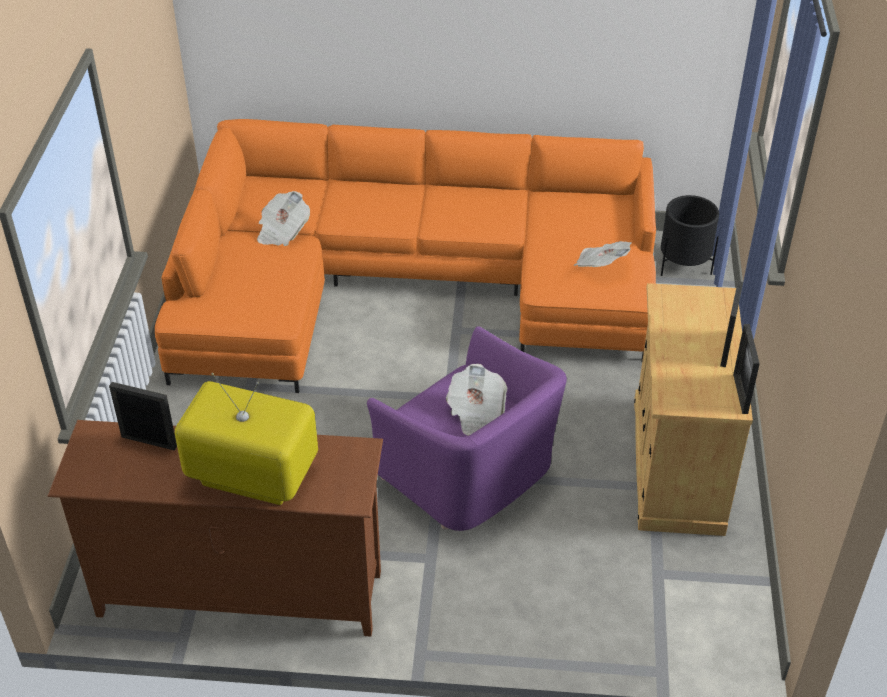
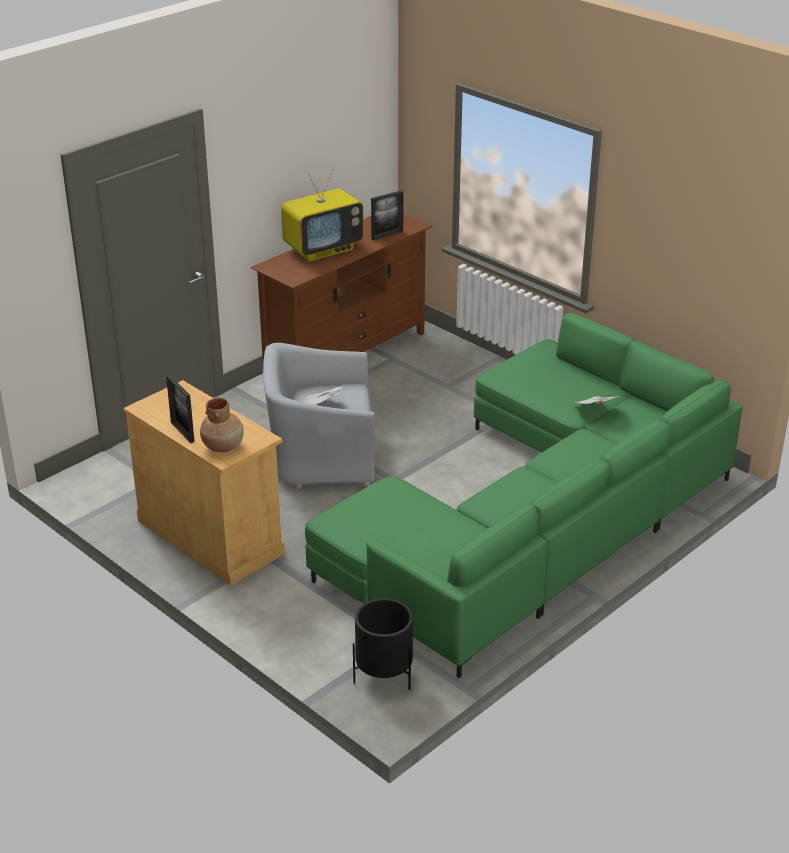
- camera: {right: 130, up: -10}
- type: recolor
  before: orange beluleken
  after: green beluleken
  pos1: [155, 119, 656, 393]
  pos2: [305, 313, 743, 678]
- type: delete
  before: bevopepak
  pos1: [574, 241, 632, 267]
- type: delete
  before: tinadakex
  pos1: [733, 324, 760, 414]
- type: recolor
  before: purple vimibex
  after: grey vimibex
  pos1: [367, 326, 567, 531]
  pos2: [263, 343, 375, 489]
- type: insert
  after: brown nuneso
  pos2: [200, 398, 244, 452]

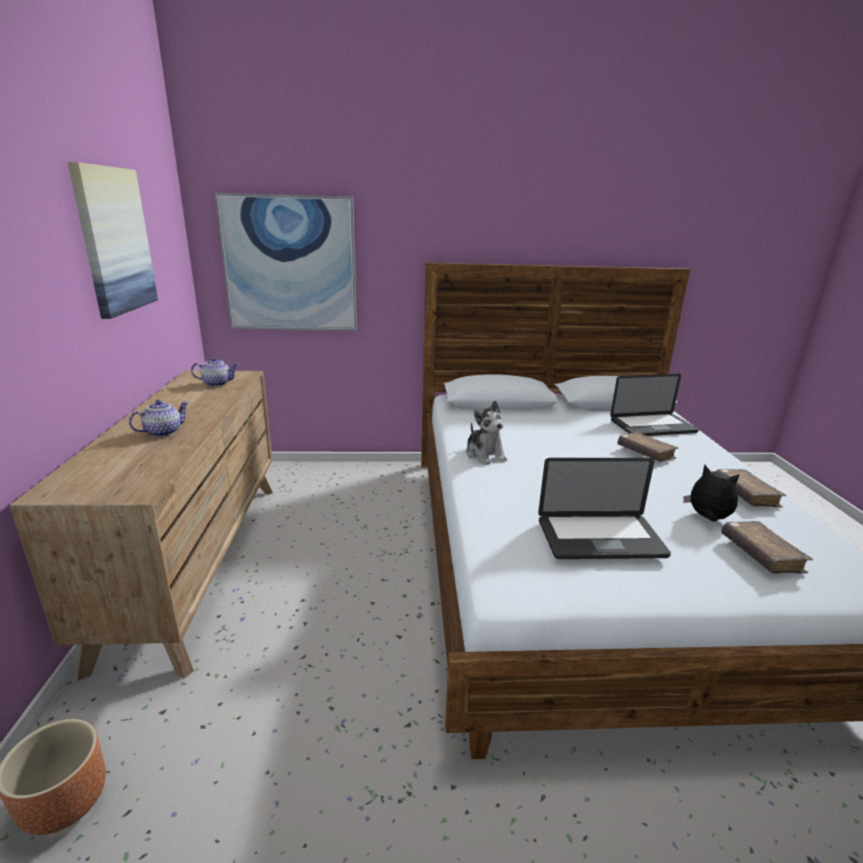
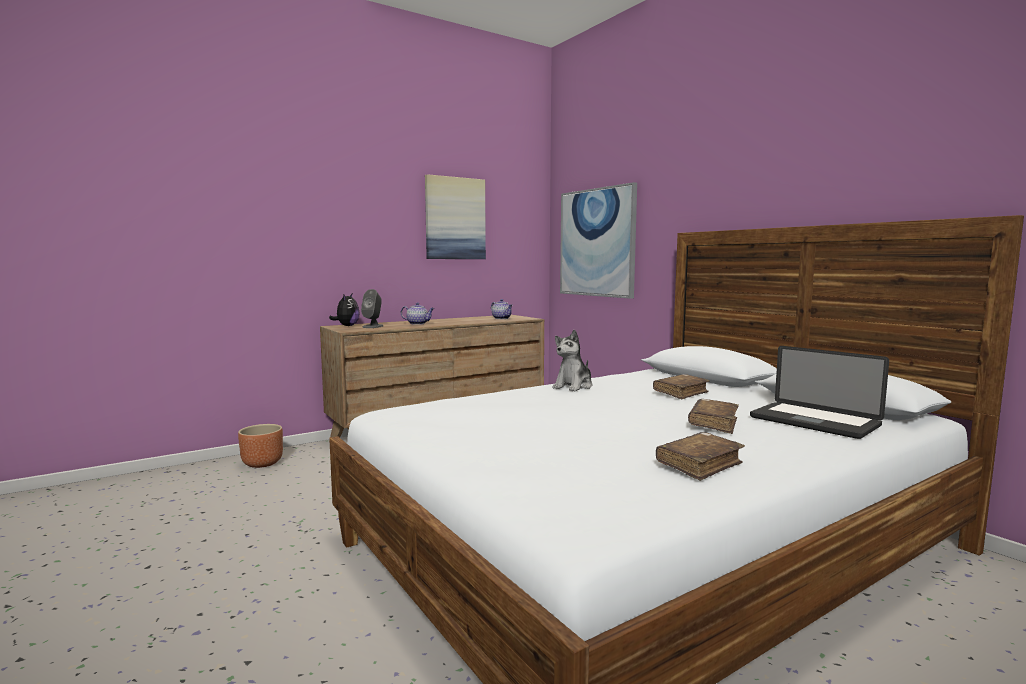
- camera: {right: 60, up: -15}
- type: delete
  before: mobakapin
  pos1: [538, 458, 671, 559]
- type: move
  before: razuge
  pos1: [683, 465, 740, 522]
  pos2: [329, 294, 360, 326]
- type: move
  before: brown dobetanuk
  pos1: [722, 521, 813, 574]
  pos2: [653, 374, 710, 399]
- type: insert
  after: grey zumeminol
  pos2: [361, 289, 383, 328]

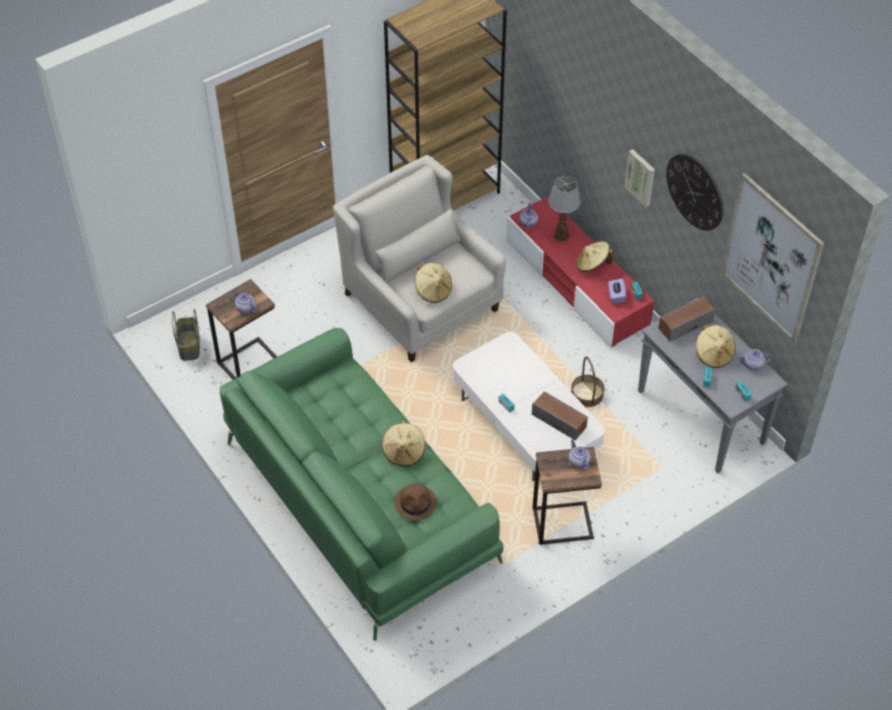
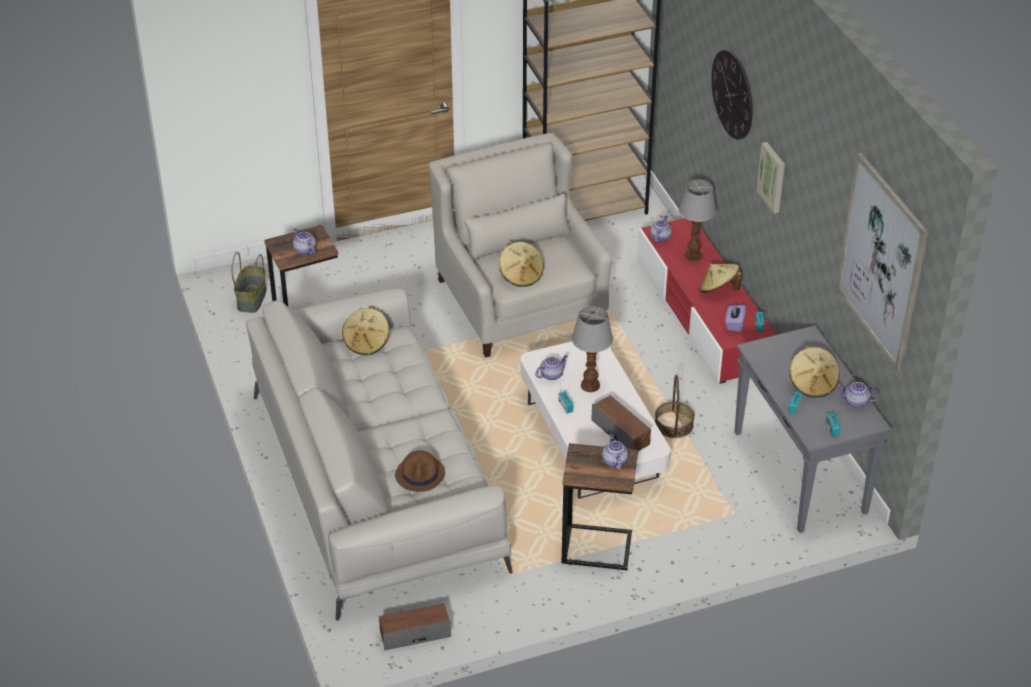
- camera: {right: 15, up: -10}
- type: move
  before: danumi
  pos1: [666, 154, 723, 231]
  pos2: [711, 50, 753, 140]
- type: move
  before: zumeminol
  pos1: [658, 297, 715, 342]
  pos2: [379, 603, 451, 650]
- type: recolor
  before: green beluleken
  after: white beluleken
  pos1: [220, 328, 504, 641]
  pos2: [246, 288, 513, 621]
- type: move
  before: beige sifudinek
  pos1: [381, 421, 425, 467]
  pos2: [342, 306, 389, 355]
- type: insert
  after: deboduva
  pos2: [572, 306, 613, 392]
- type: insert
  after: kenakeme
  pos2: [535, 355, 568, 380]

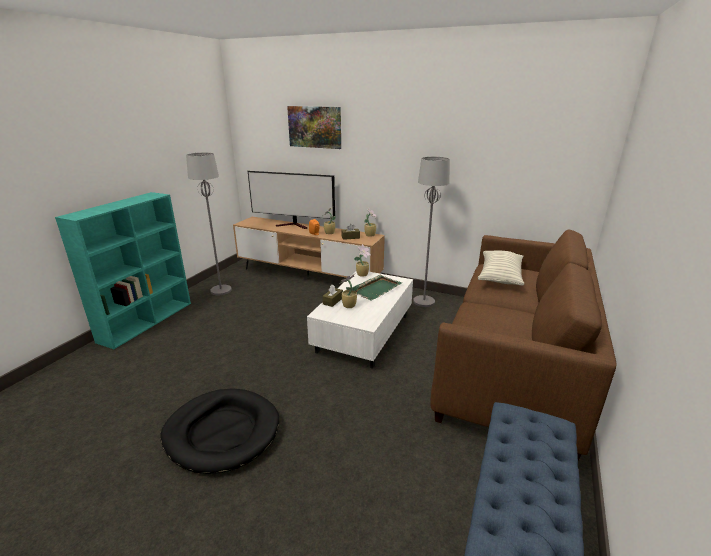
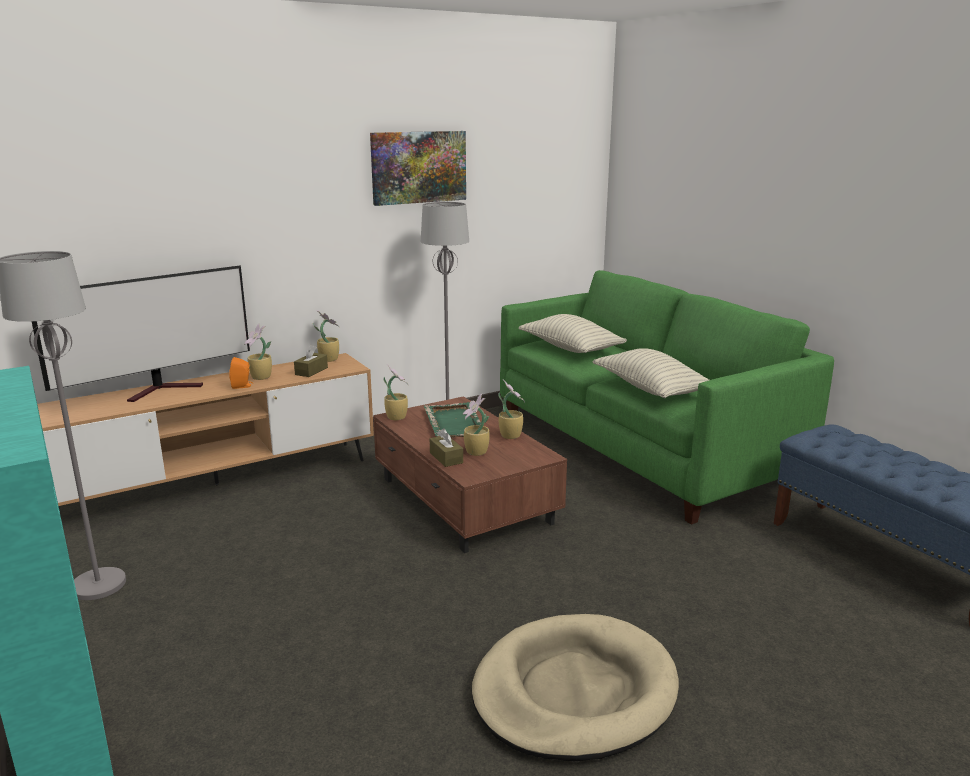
- camera: {right: -55, up: -5}
- type: move
  before: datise
  pos1: [287, 106, 341, 149]
  pos2: [370, 131, 466, 206]
- type: recolor
  before: brown beluleken
  after: green beluleken
  pos1: [430, 229, 616, 460]
  pos2: [500, 270, 834, 525]
- type: recolor
  before: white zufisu
  after: brown zufisu
  pos1: [307, 271, 413, 369]
  pos2: [373, 396, 567, 553]
- type: recolor
  before: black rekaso
  after: beige rekaso
  pos1: [160, 388, 279, 474]
  pos2: [472, 614, 679, 761]
- type: insert
  after: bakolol
  pos2: [593, 348, 709, 398]
- type: insert
  after: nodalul
  pos2: [498, 379, 525, 439]

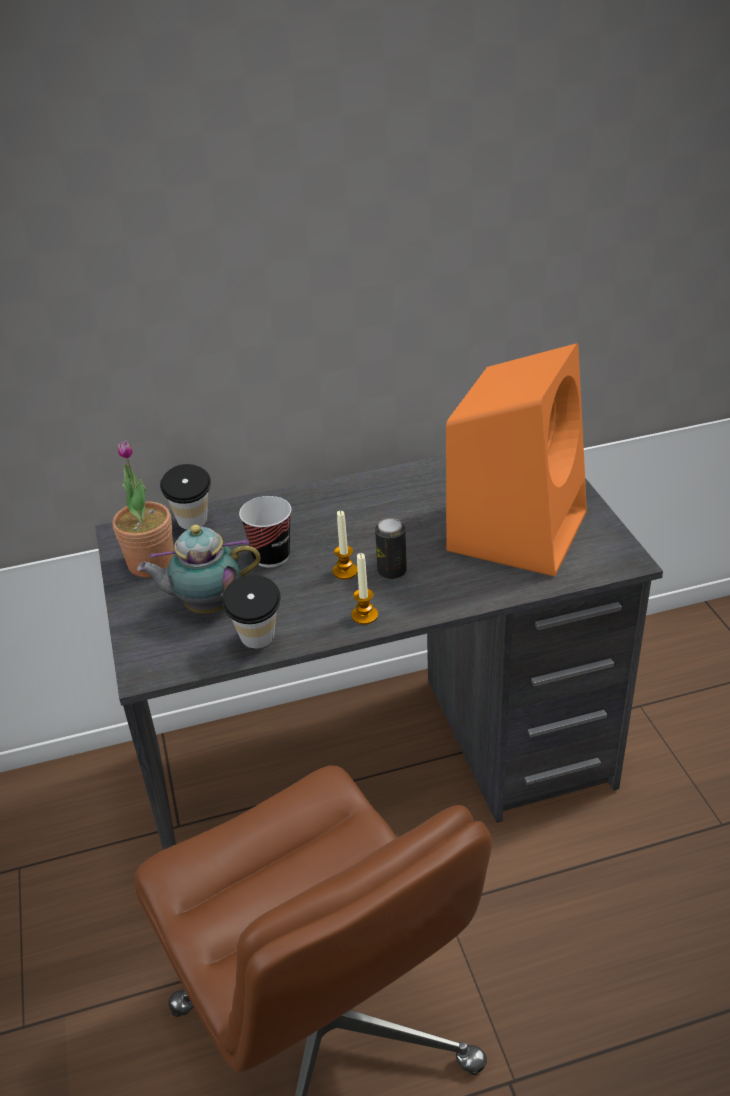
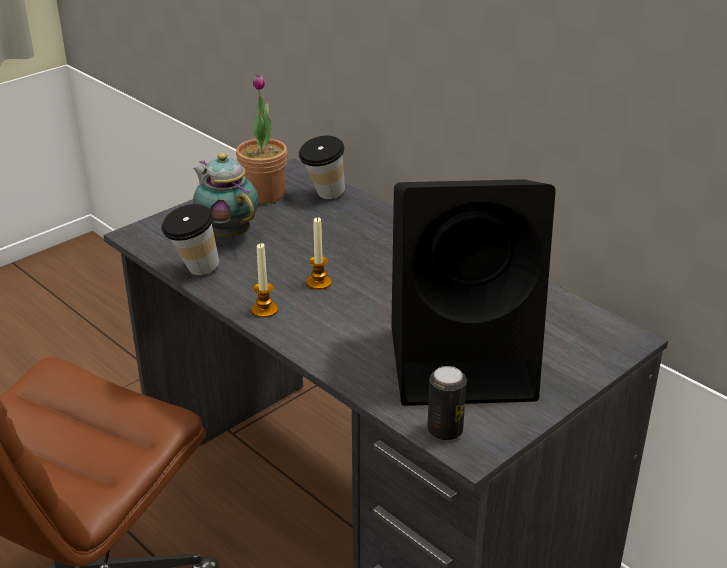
- camera: {right: 60, up: -5}
- type: recolor
  before: orange zumeminol
  after: black zumeminol
  pos1: [446, 343, 587, 577]
  pos2: [391, 179, 556, 406]
- type: delete
  before: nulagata
  pos1: [239, 496, 291, 567]
- type: move
  before: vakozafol
  pos1: [375, 518, 407, 579]
  pos2: [427, 366, 467, 441]

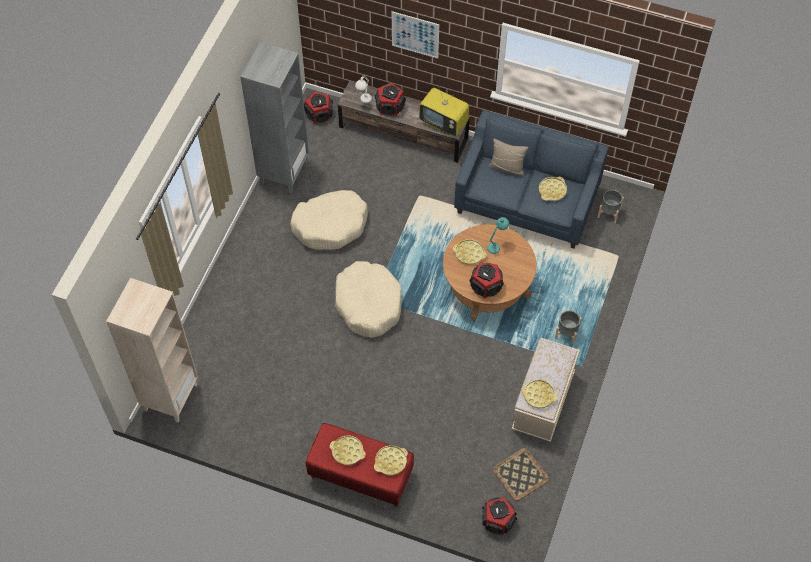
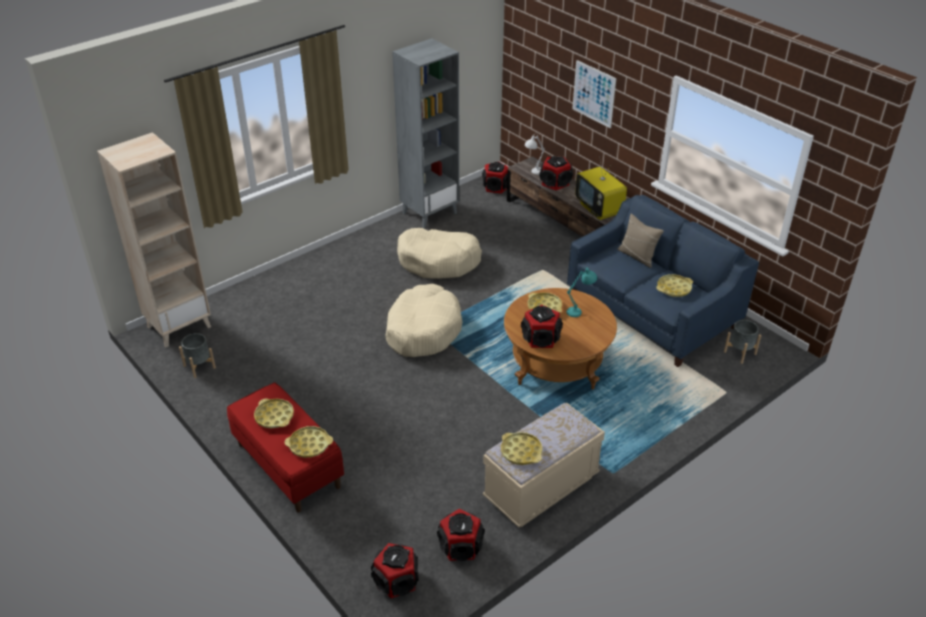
- camera: {right: 30, up: -20}
- type: move
  before: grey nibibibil
  pos1: [555, 310, 582, 344]
  pos2: [179, 333, 216, 378]
- type: replace
  before: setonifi
  after: zumeminol
  pos1: [492, 448, 550, 501]
  pos2: [437, 508, 485, 561]

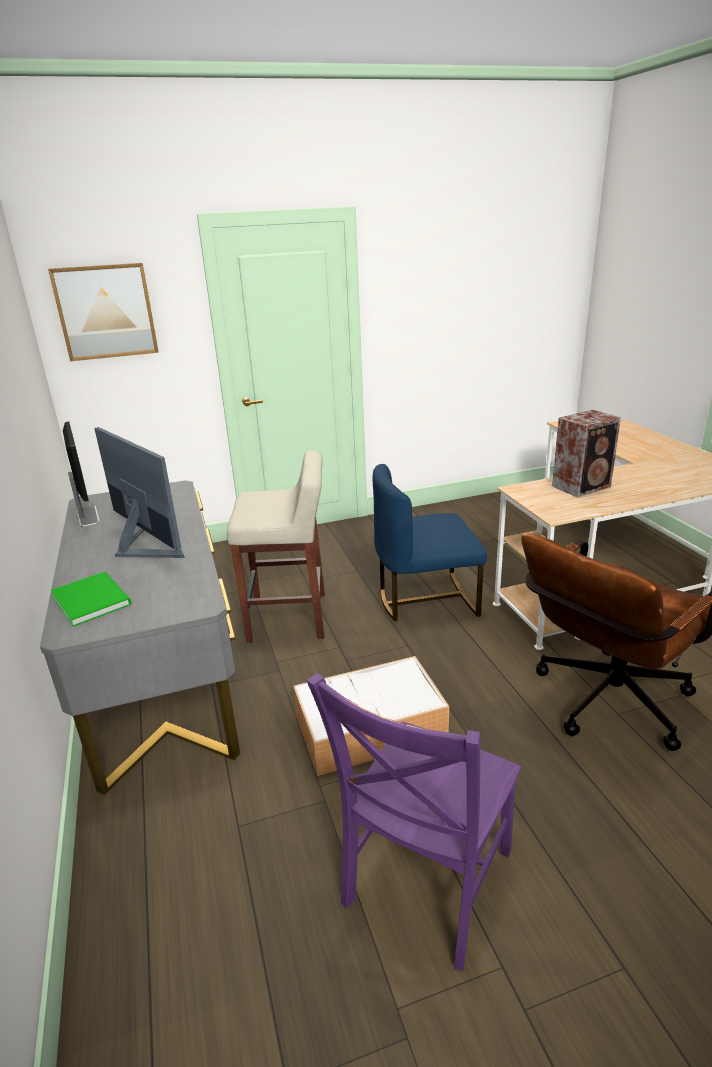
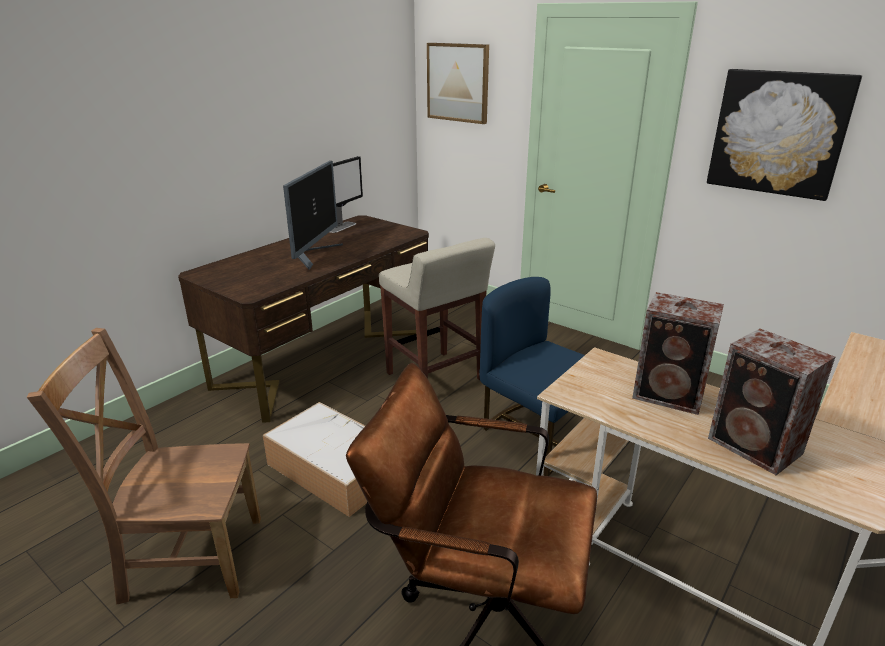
- camera: {right: 55, up: 0}
- type: recolor
  before: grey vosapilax
  after: brown vosapilax
  pos1: [40, 481, 240, 795]
  pos2: [178, 215, 429, 423]
- type: delete
  before: green dobetanuk
  pos1: [50, 572, 131, 626]
- type: recolor
  before: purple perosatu
  after: brown perosatu
  pos1: [306, 673, 521, 971]
  pos2: [27, 328, 261, 605]
- type: insert
  after: datise
  pos2: [707, 69, 862, 201]
- type: insert
  after: zumeminol
  pos2: [708, 328, 835, 475]

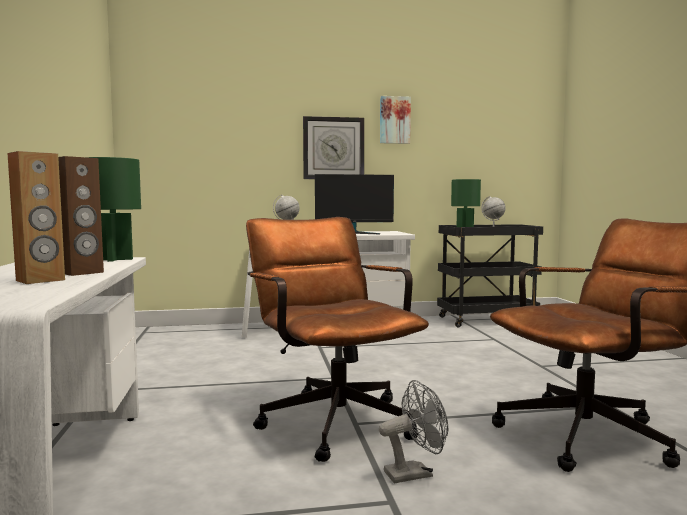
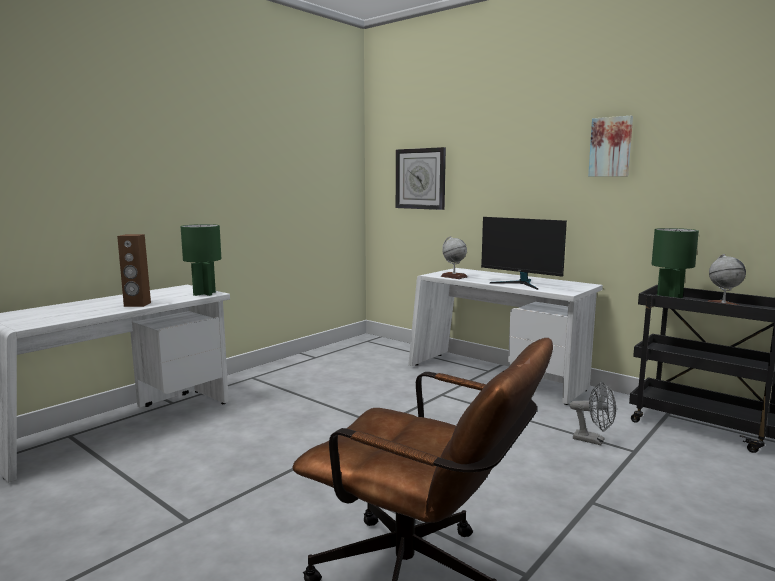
- camera: {right: 50, up: 5}
- type: move
  before: danumi
  pos1: [303, 116, 364, 179]
  pos2: [396, 147, 446, 210]
- type: delete
  before: brown zumeminol
  pos1: [7, 151, 65, 284]
- type: delete
  before: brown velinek
  pos1: [246, 217, 429, 462]
- type: move
  before: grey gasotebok
  pos1: [379, 380, 449, 483]
  pos2: [570, 382, 616, 445]

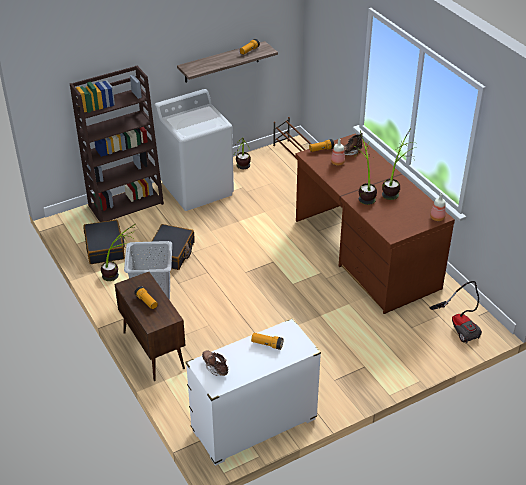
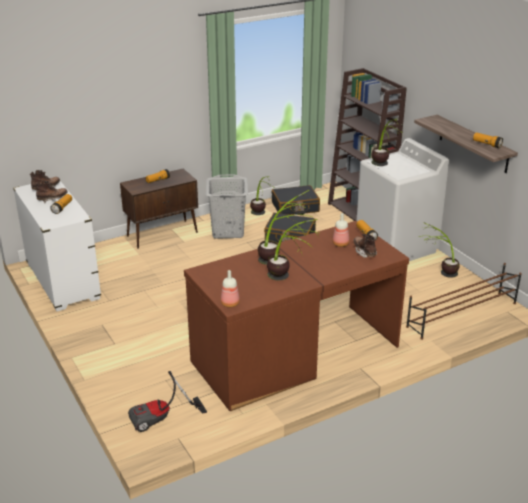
- camera: {right: 90, up: -10}
- type: insert
  after: nodalul
  pos2: [371, 119, 403, 166]
- type: insert
  after: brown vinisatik
  pos2: [35, 180, 68, 203]

